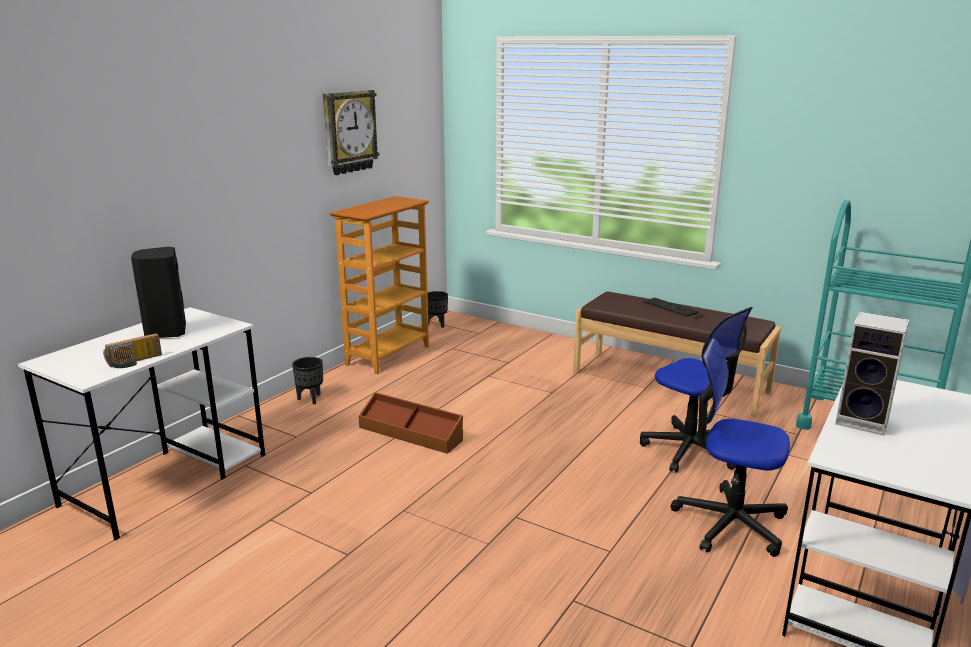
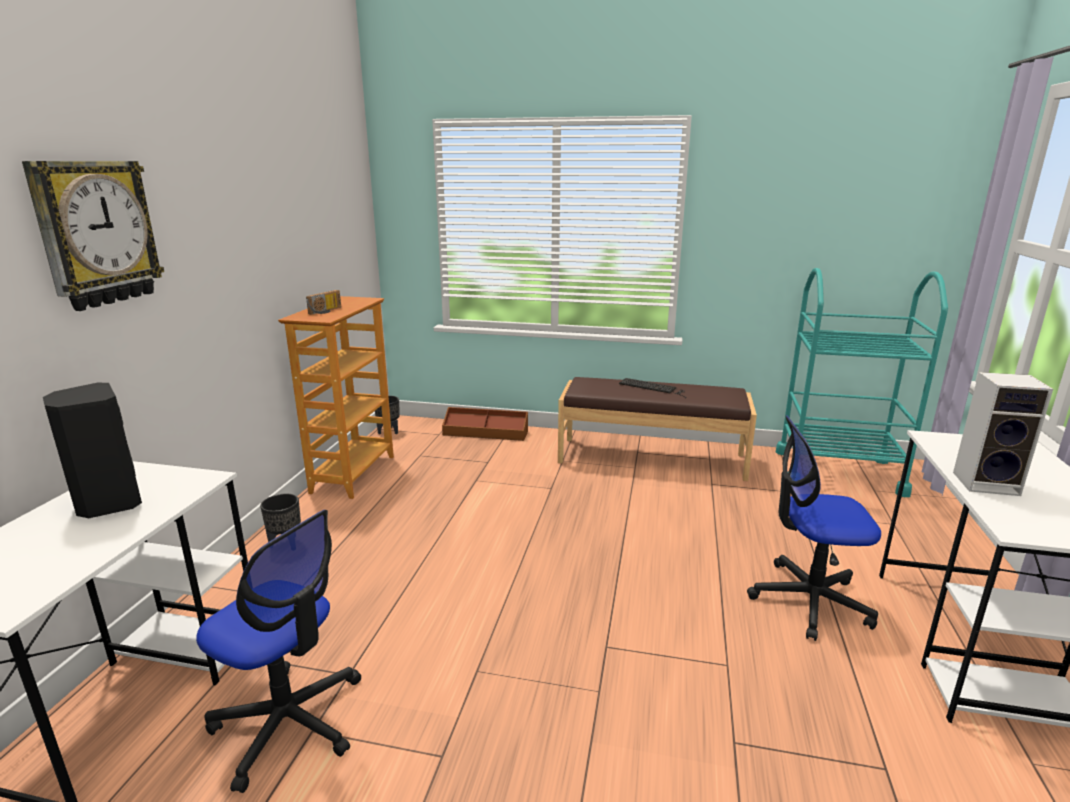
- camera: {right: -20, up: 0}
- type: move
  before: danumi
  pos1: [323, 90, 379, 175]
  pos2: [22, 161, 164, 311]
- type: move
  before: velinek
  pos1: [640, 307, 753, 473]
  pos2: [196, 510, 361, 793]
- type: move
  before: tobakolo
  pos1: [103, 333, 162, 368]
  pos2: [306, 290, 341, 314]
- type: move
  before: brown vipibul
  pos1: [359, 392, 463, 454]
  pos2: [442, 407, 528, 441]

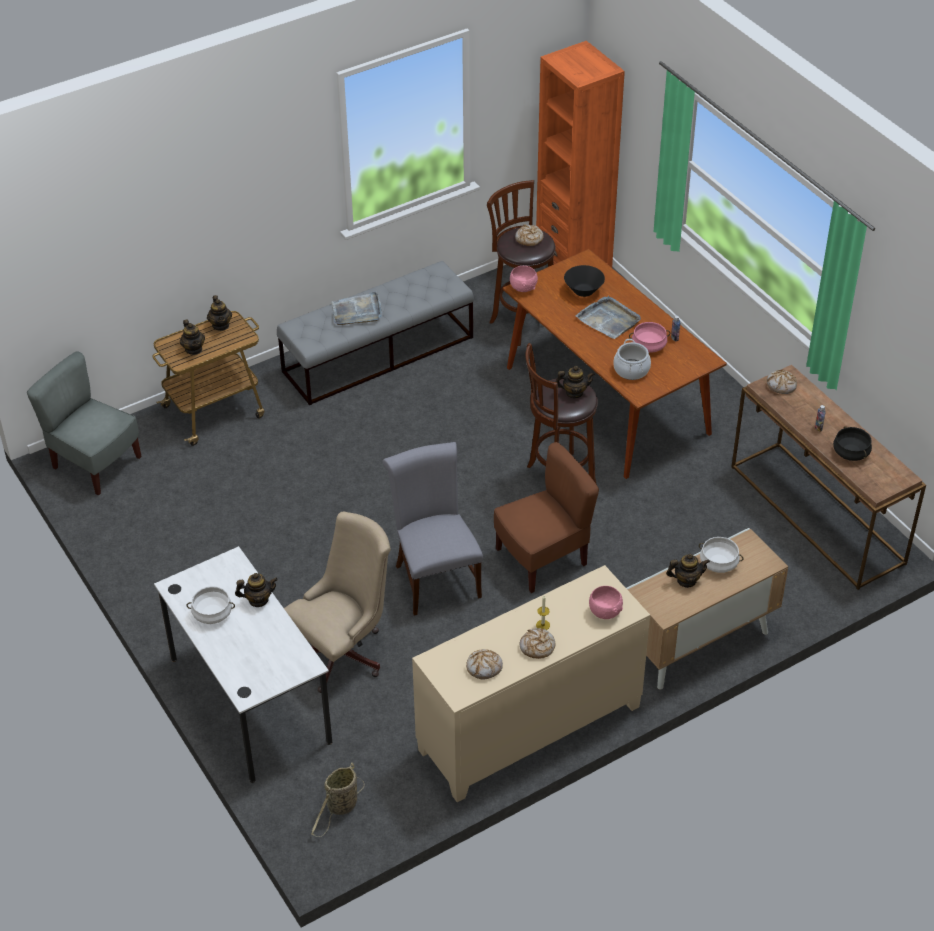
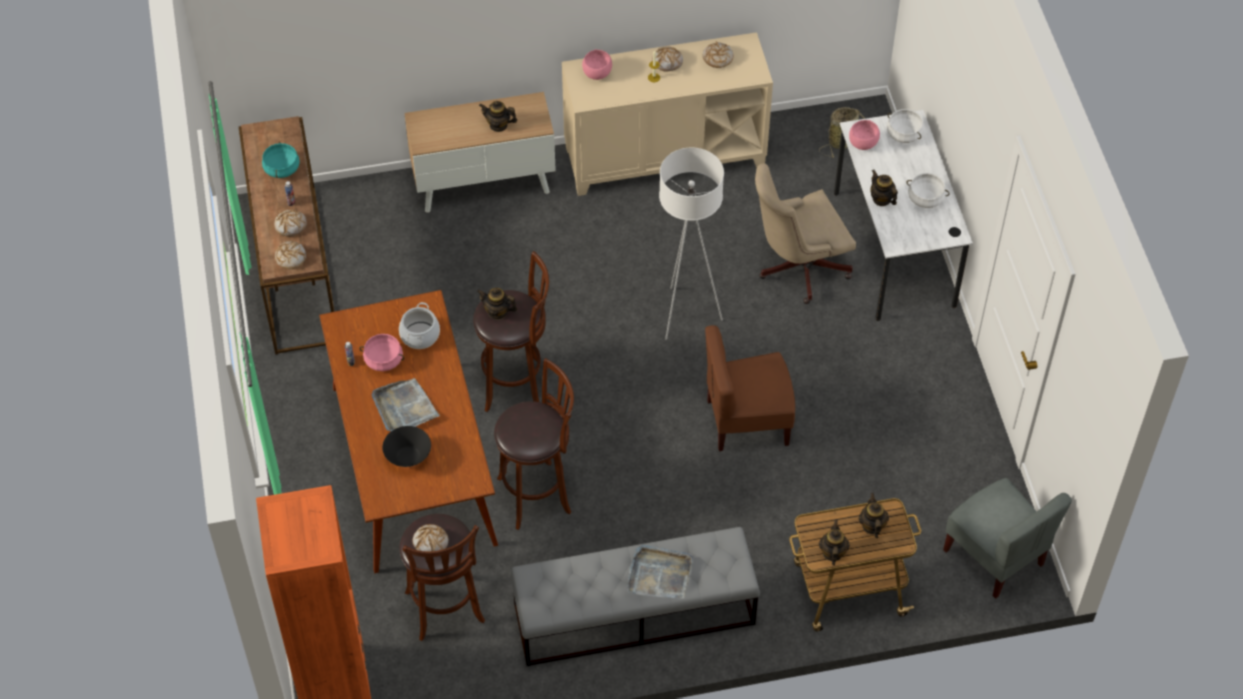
- camera: {right: -160, up: 10}
- type: move
  before: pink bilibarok
  pos1: [510, 266, 538, 292]
  pos2: [849, 120, 880, 150]
- type: recolor
  before: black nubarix
  after: turquoise nubarix
  pos1: [833, 426, 872, 461]
  pos2: [262, 141, 300, 178]
- type: replace
  before: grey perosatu
  after: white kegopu
  pos1: [382, 442, 483, 616]
  pos2: [659, 147, 724, 340]
- type: move
  before: brown perosatu
  pos1: [494, 442, 599, 593]
  pos2: [705, 325, 795, 451]
- type: move
  before: white nubarix
  pos1: [699, 537, 743, 573]
  pos2: [887, 109, 924, 143]
- type: rotate
  before: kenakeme
  pos1: [235, 573, 278, 607]
  pos2: [871, 170, 898, 206]
  turn: 45
- type: insert
  after: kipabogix
  pos2: [274, 210, 307, 237]
- type: insert
  after: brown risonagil
  pos2: [494, 358, 574, 530]

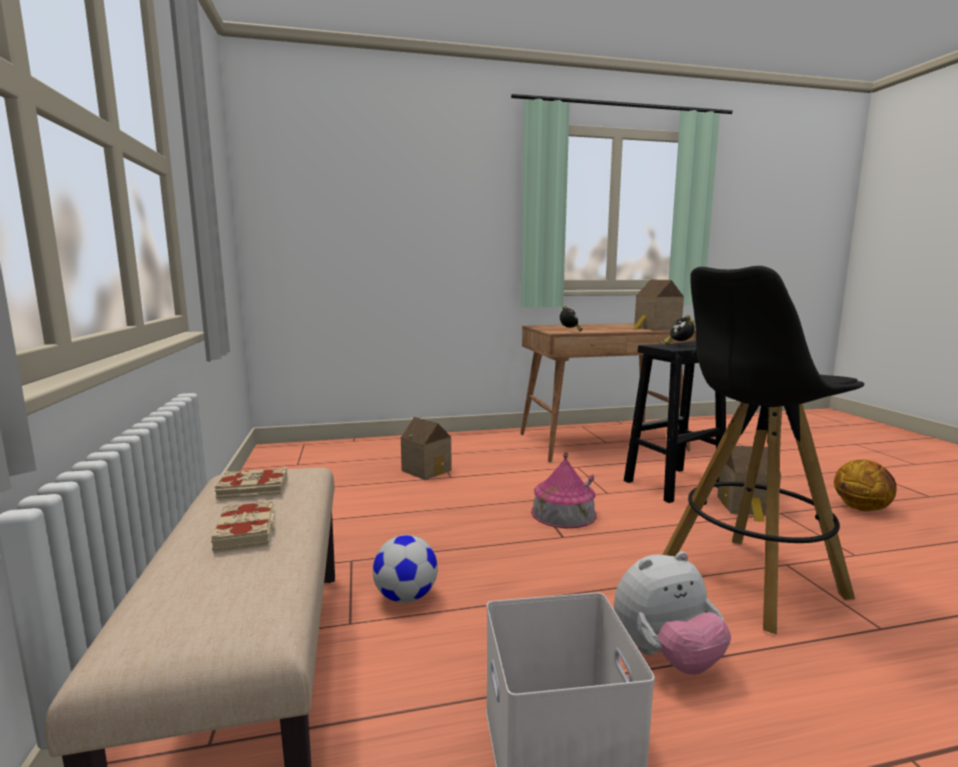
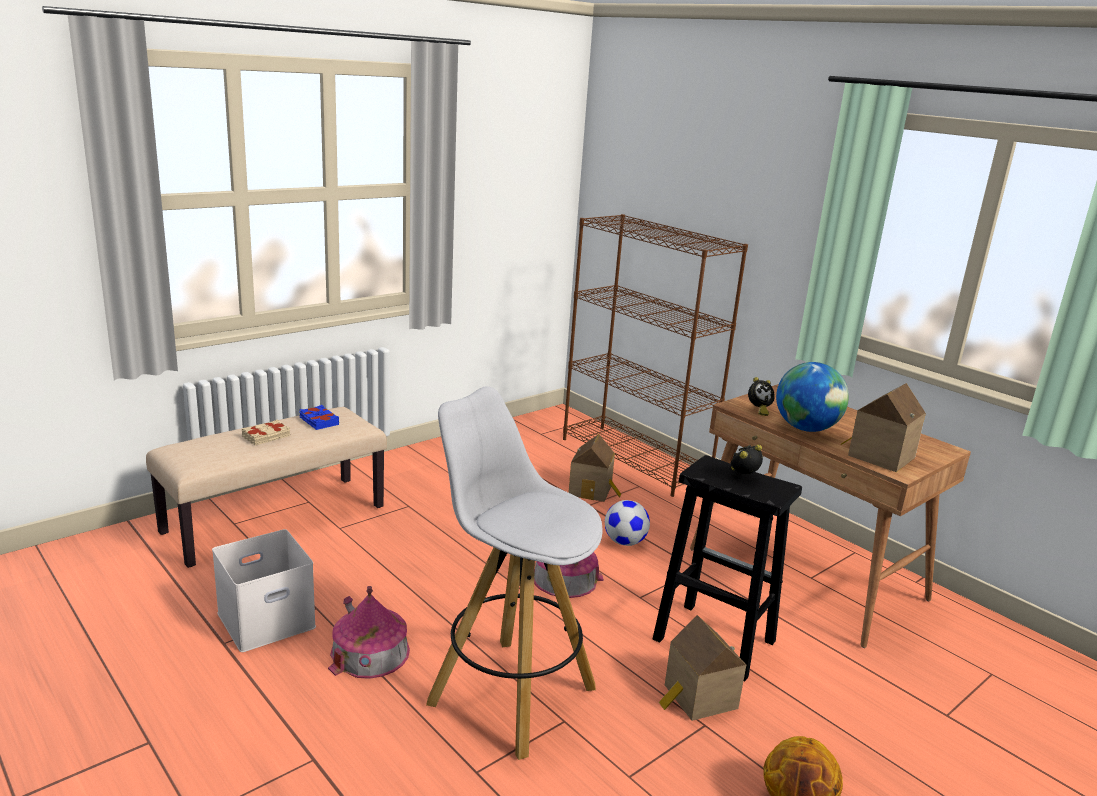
- camera: {right: 60, up: 10}
- type: recolor
  before: black risonagil
  after: white risonagil
  pos1: [663, 266, 865, 635]
  pos2: [426, 387, 602, 760]
- type: recolor
  before: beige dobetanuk
  after: blue dobetanuk
  pos1: [215, 467, 288, 500]
  pos2: [299, 405, 339, 430]
- type: move
  before: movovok
  pos1: [373, 535, 438, 603]
  pos2: [605, 500, 650, 546]
- type: replace
  before: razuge
  after: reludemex
  pos1: [614, 551, 731, 675]
  pos2: [328, 586, 410, 679]
- type: insert
  after: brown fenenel
  pos2: [563, 214, 748, 497]
- type: insert
  after: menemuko
  pos2: [776, 362, 849, 432]

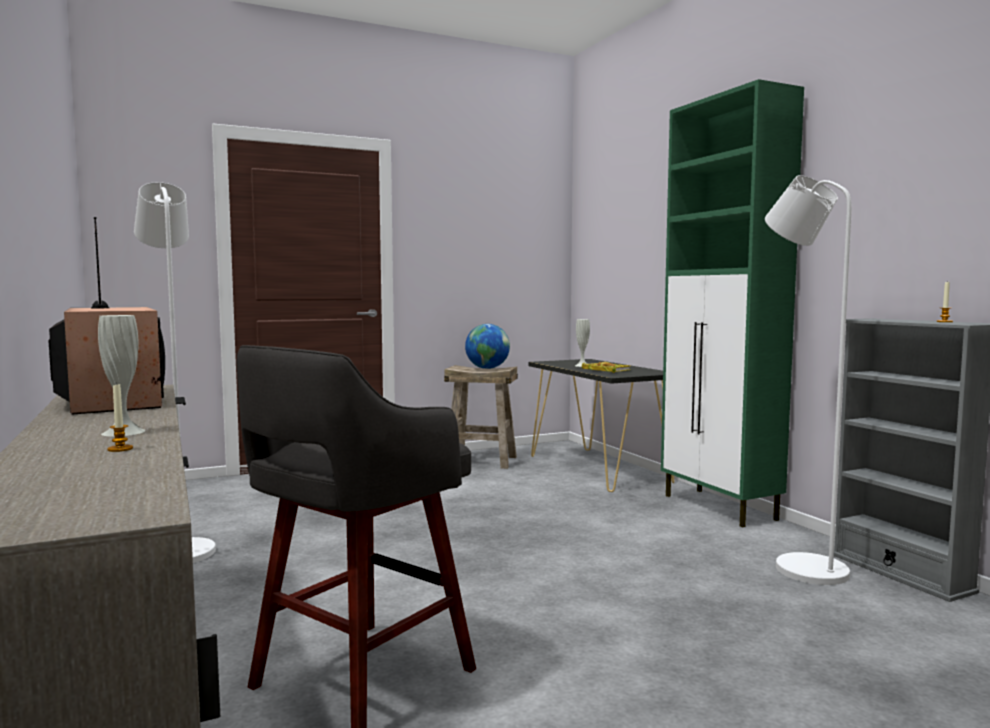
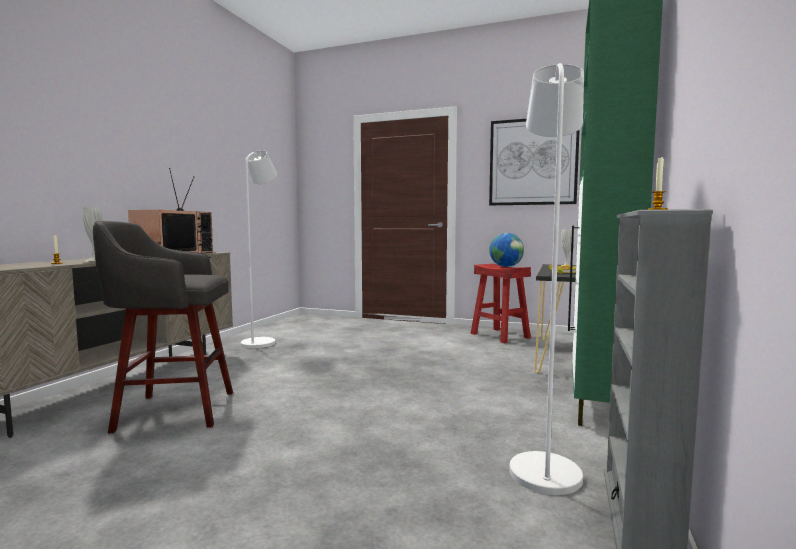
- camera: {right: 45, up: 0}
- type: recolor
  before: beige risonagil
  after: red risonagil
  pos1: [444, 365, 518, 469]
  pos2: [470, 264, 531, 343]
- type: insert
  after: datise
  pos2: [489, 119, 580, 205]

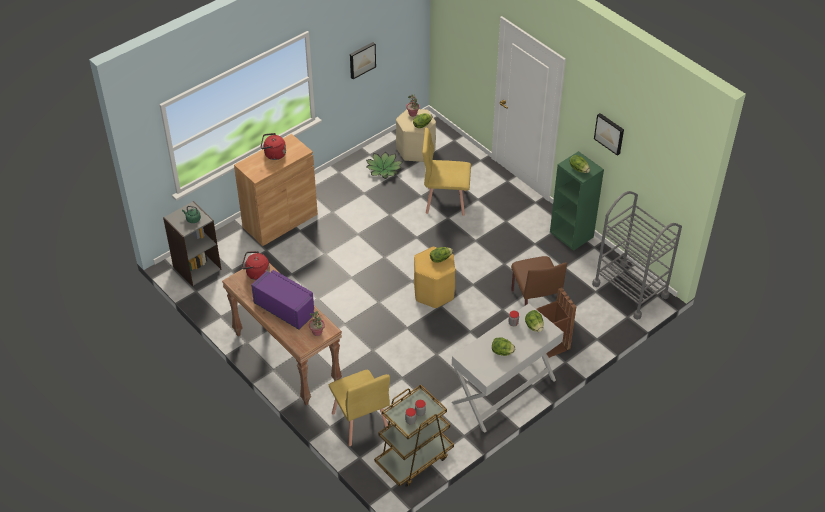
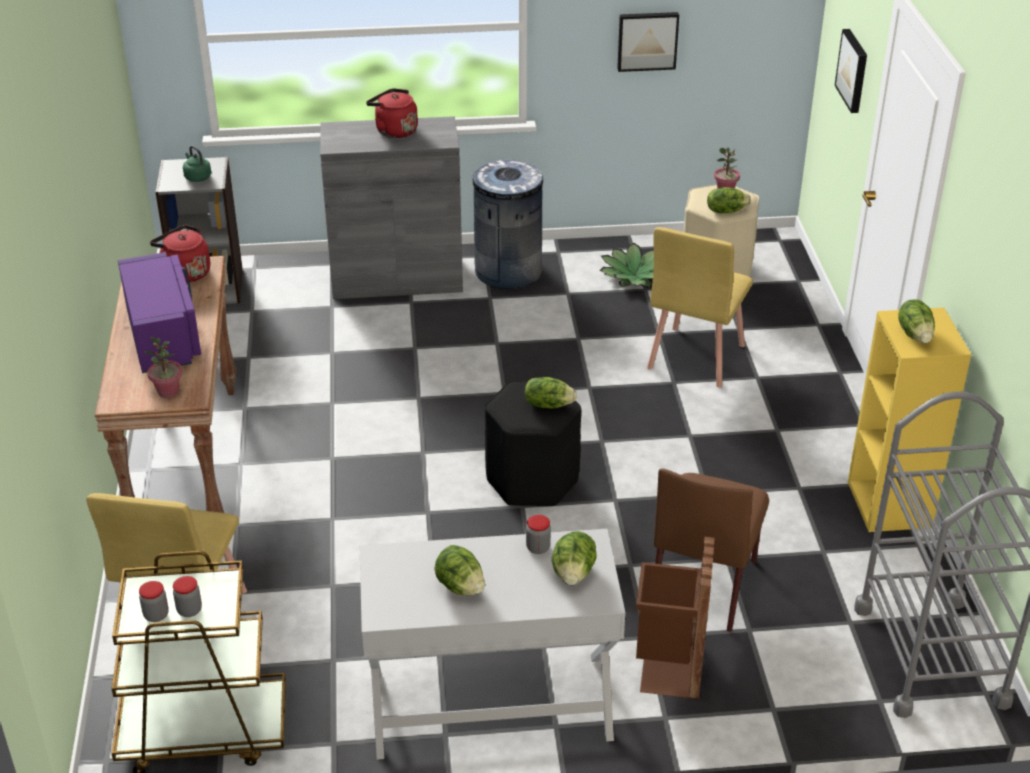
- camera: {right: 35, up: -10}
- type: move
  before: datise
  pos1: [594, 113, 624, 156]
  pos2: [835, 29, 867, 113]
- type: rotate
  before: yellow perosatu
  pos1: [422, 128, 471, 216]
  pos2: [647, 227, 753, 388]
  turn: -105
- type: recolor
  before: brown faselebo
  after: grey faselebo
  pos1: [234, 134, 318, 246]
  pos2: [320, 116, 463, 299]
- type: recolor
  before: green fenenel
  after: yellow fenenel
  pos1: [550, 151, 604, 251]
  pos2: [848, 307, 971, 532]
- type: recolor
  before: yellow risonagil
  after: black risonagil
  pos1: [414, 247, 455, 308]
  pos2: [484, 381, 581, 506]
- type: insert
  after: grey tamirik
  pos2: [473, 159, 543, 289]

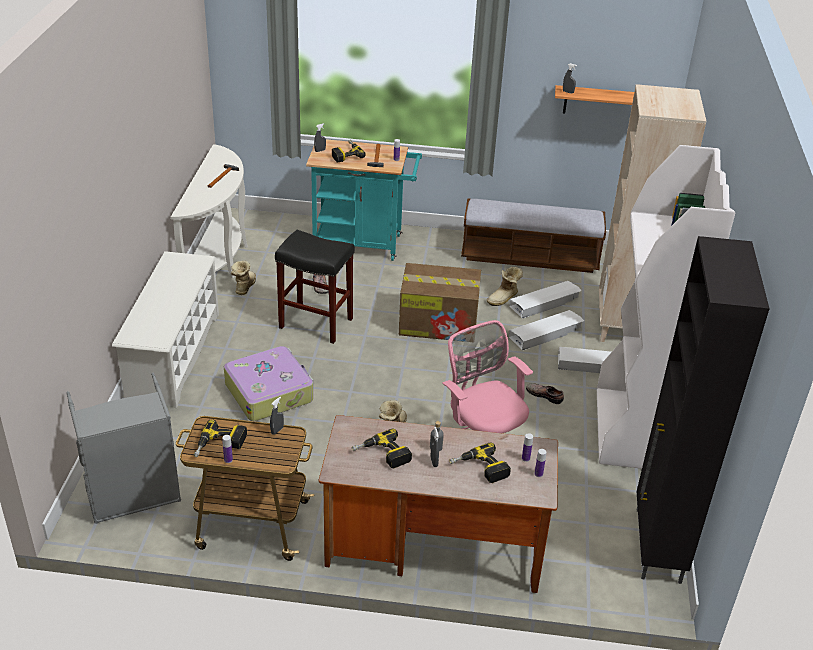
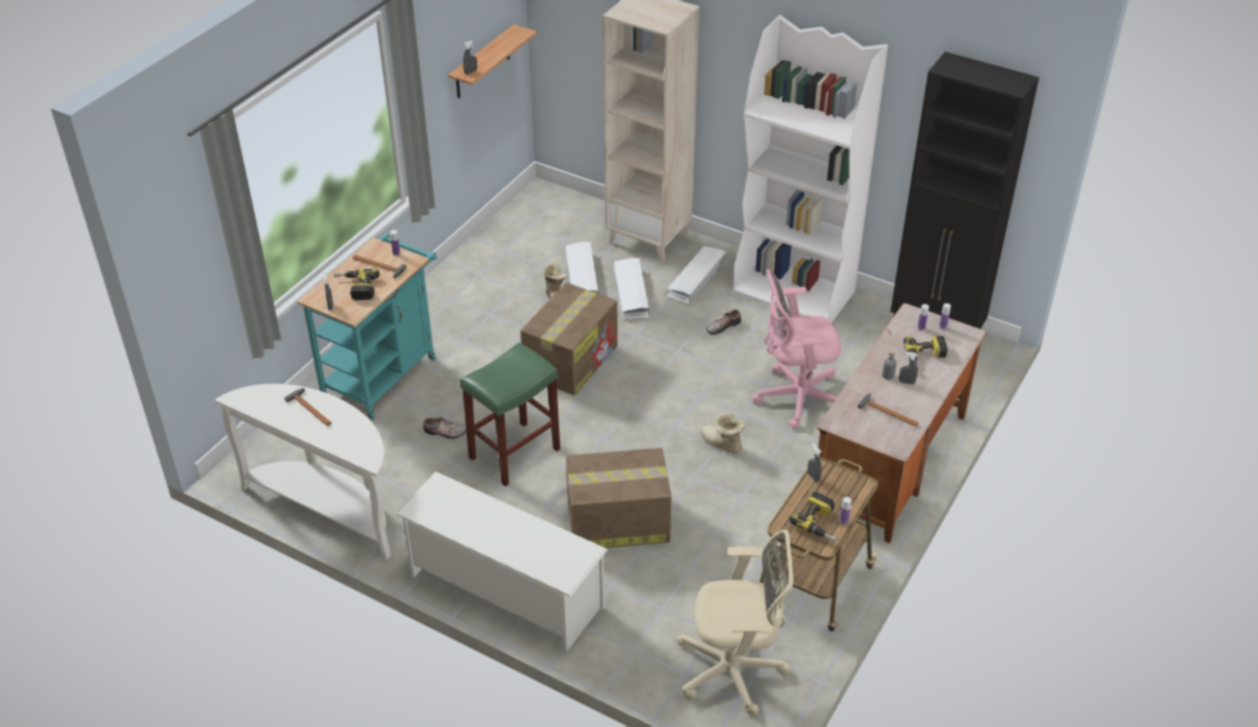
- camera: {right: -65, up: 5}
- type: delete
  before: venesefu
  pos1: [461, 198, 606, 273]
- type: recolor
  before: black risonagil
  after: green risonagil
  pos1: [275, 230, 355, 344]
  pos2: [460, 342, 560, 487]
- type: delete
  before: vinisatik
  pos1: [231, 261, 256, 295]
- type: replace
  before: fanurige
  after: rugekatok
  pos1: [224, 346, 313, 421]
  pos2: [566, 448, 672, 548]
- type: replace
  before: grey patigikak
  after: beige velinek
  pos1: [66, 373, 181, 524]
  pos2: [677, 530, 793, 716]
- type: replace
  before: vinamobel
  after: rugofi
  pos1: [352, 429, 412, 468]
  pos2: [858, 392, 919, 427]

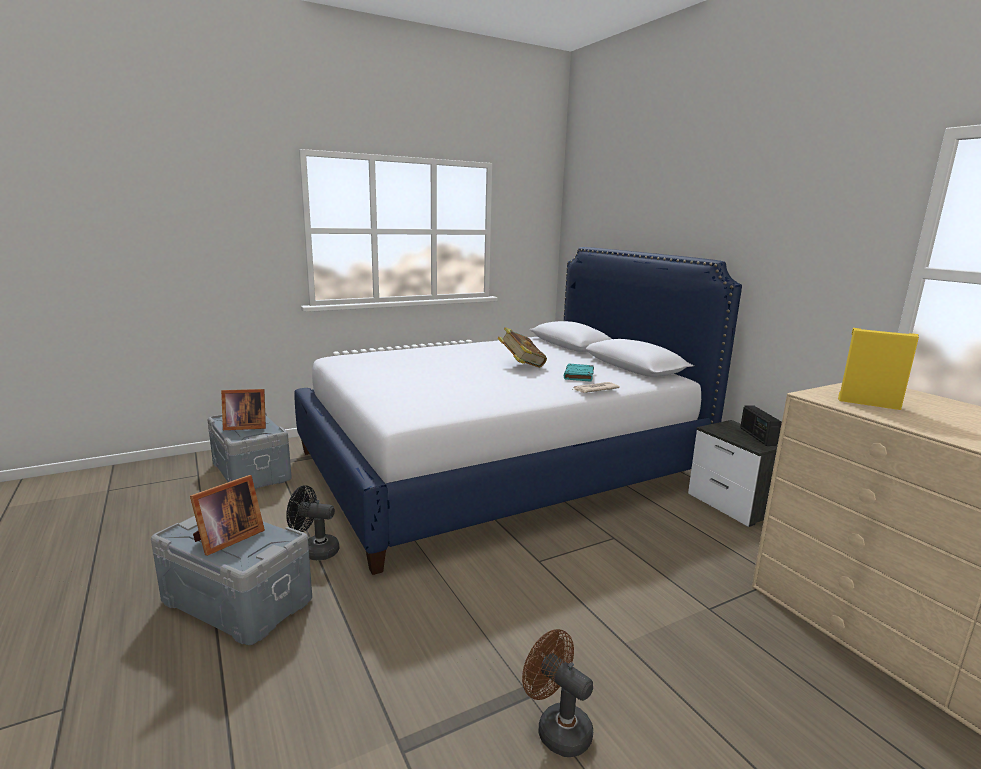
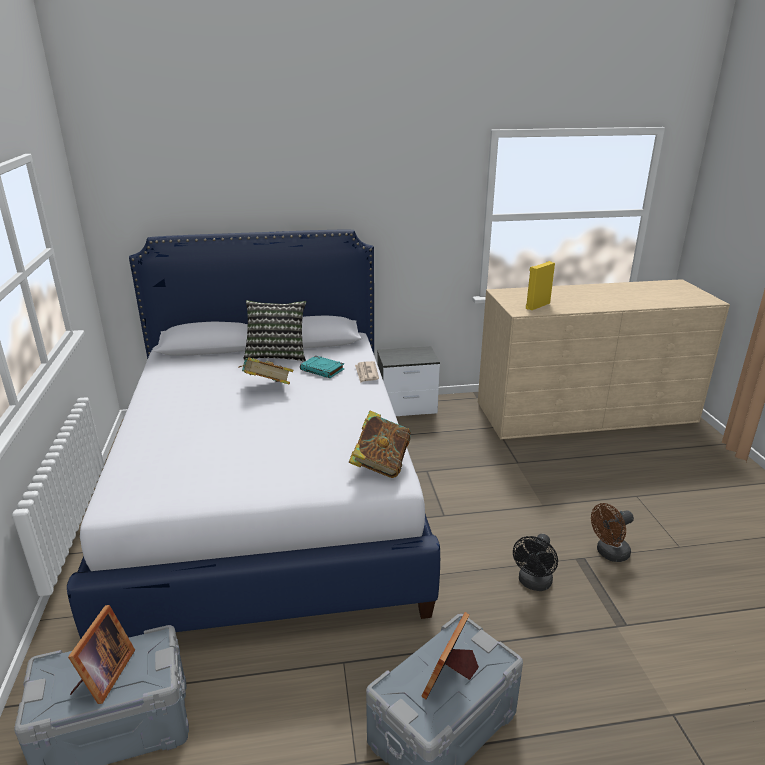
- camera: {right: -70, up: 10}
- type: delete
  before: tobakolo
  pos1: [740, 405, 782, 446]
- type: rotate
  before: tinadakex
  pos1: [190, 475, 265, 556]
  pos2: [422, 612, 479, 699]
  turn: -120
- type: move
  before: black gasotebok
  pos1: [286, 485, 339, 560]
  pos2: [513, 534, 558, 591]
- type: insert
  after: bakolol
  pos2: [243, 300, 306, 362]
- type: insert
  after: dobetanuk
  pos2: [349, 411, 411, 478]

